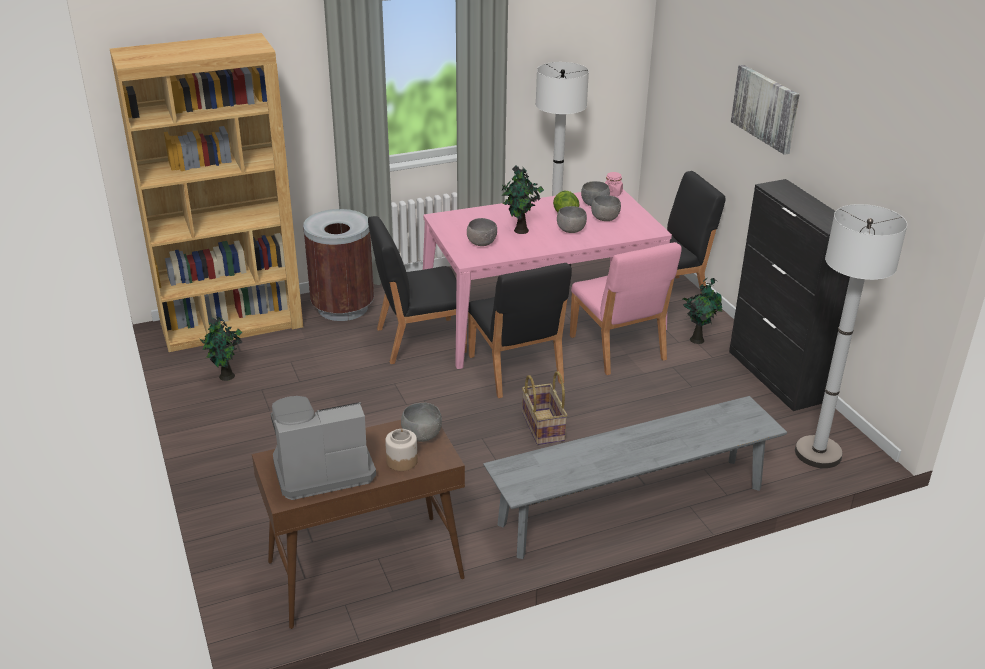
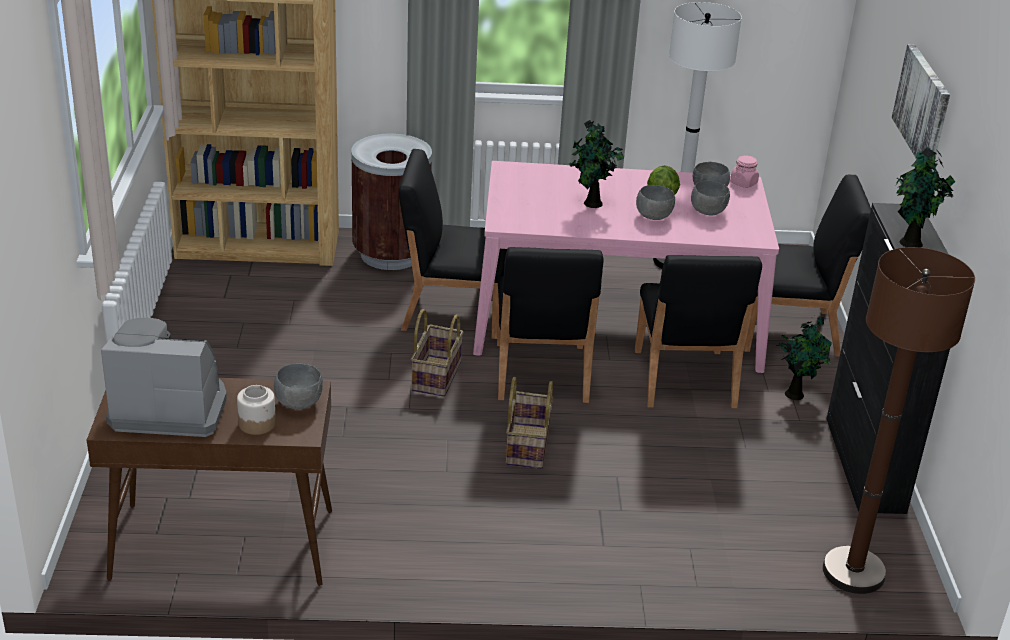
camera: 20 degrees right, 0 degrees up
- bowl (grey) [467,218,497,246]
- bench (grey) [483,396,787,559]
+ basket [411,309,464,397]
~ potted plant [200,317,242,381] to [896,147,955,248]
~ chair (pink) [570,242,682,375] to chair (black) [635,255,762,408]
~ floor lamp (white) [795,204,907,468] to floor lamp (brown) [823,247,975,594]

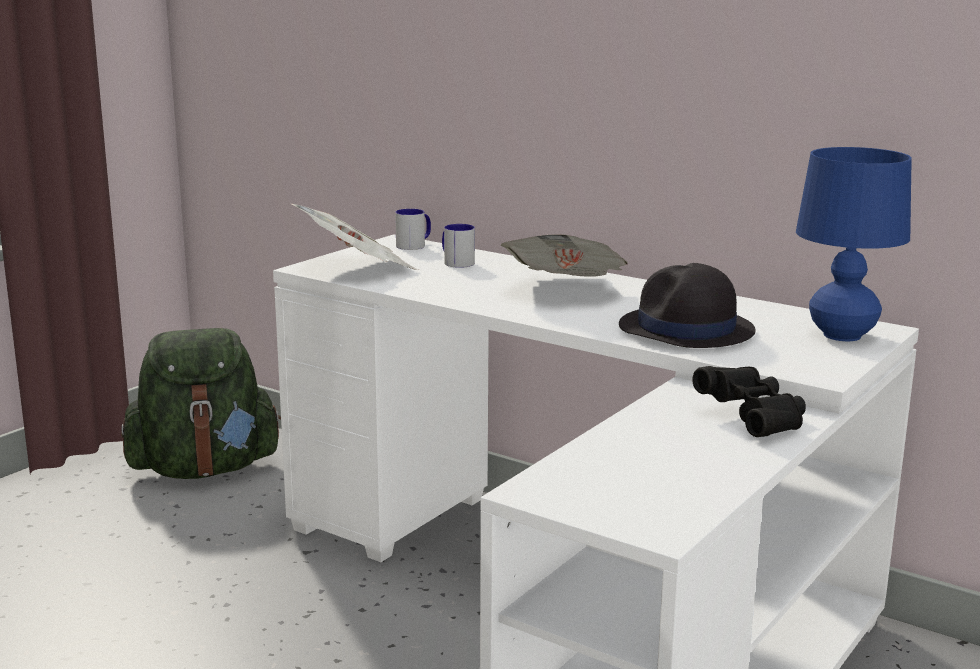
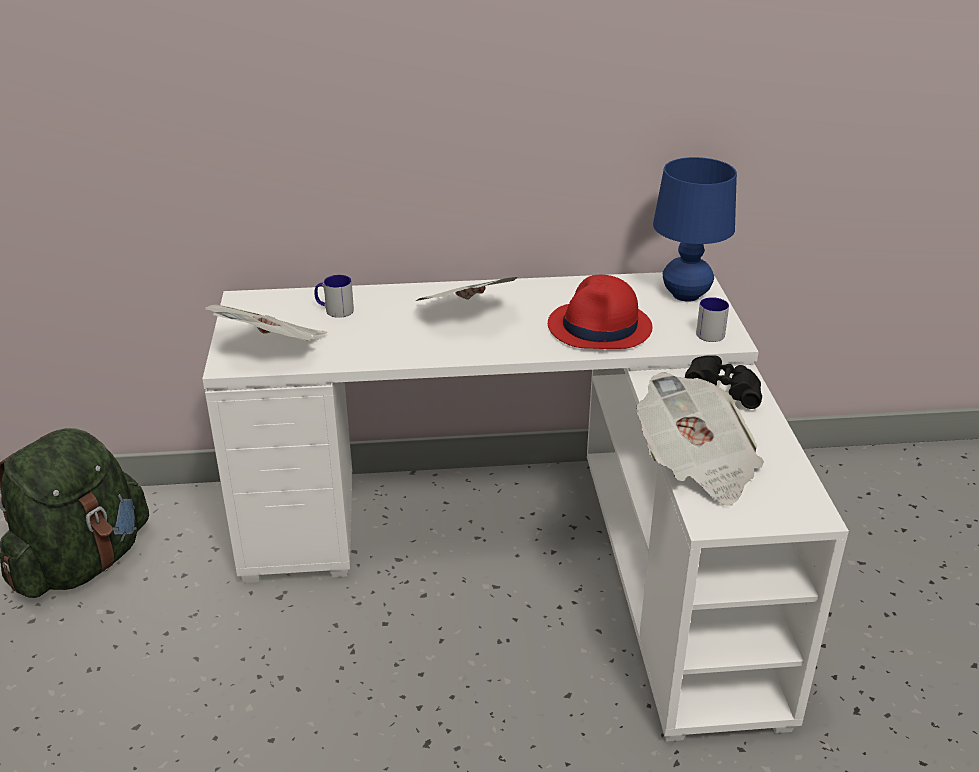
camera: 40 degrees left, 15 degrees up
+ newspaper [636,372,764,506]
~ mug [395,209,431,250] to [696,297,729,342]
~ hat (black) [619,263,756,348] to hat (red) [548,275,653,349]

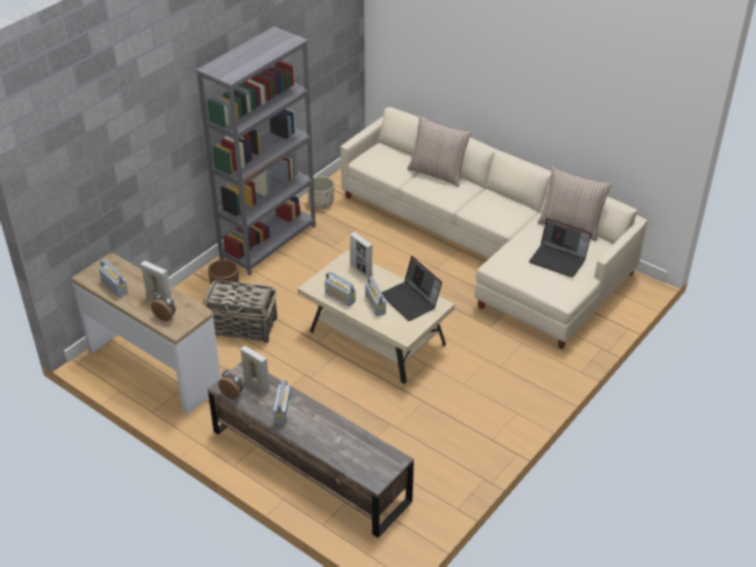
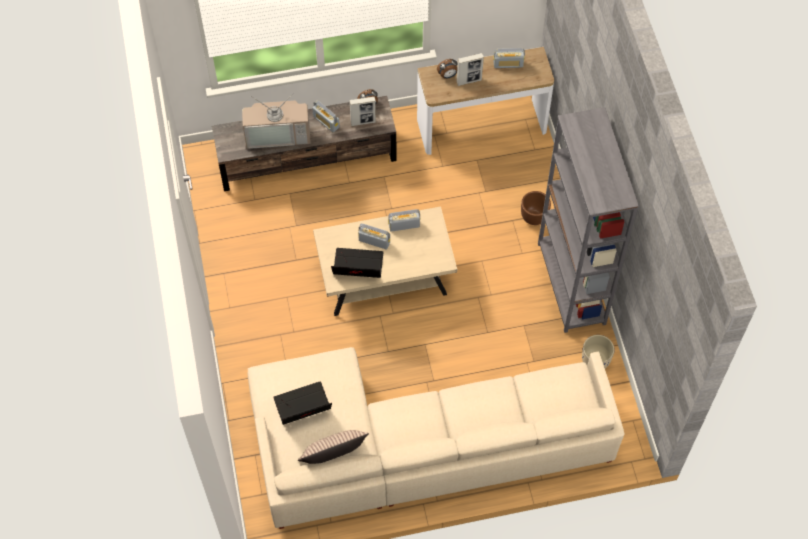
camera: 130 degrees right, 20 degrees up
- basket [202,280,277,343]
- picture frame [350,232,373,278]
- pillow [407,115,472,187]
+ television [242,93,311,149]

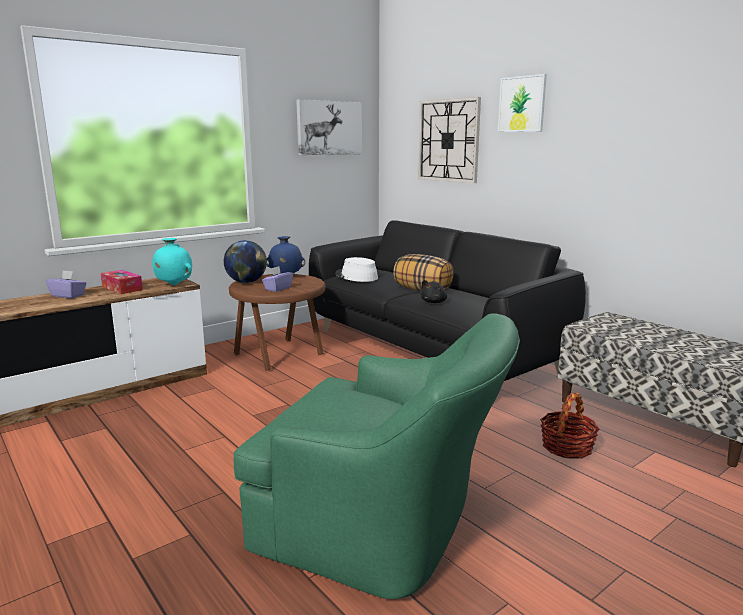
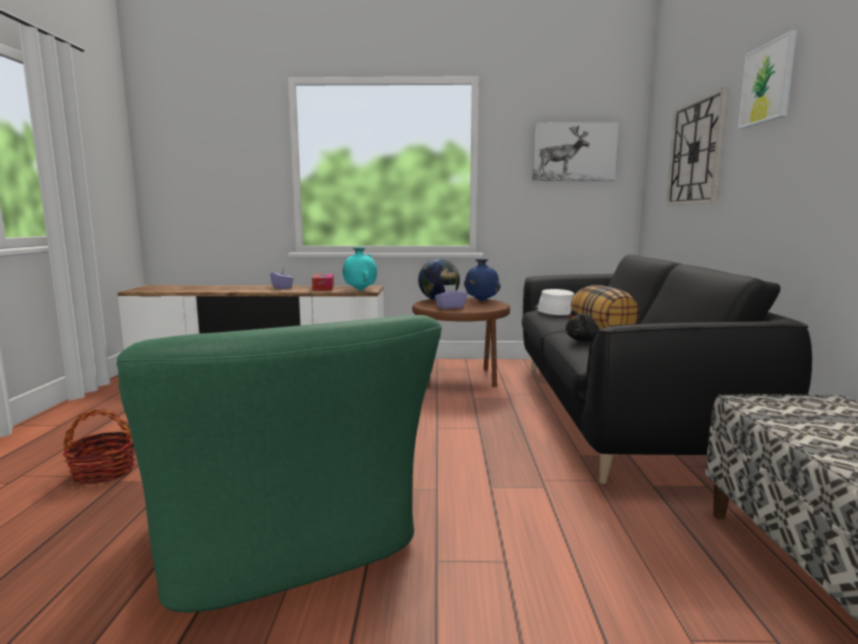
camera: 40 degrees right, 5 degrees down
~ basket [540,392,600,459] to [63,409,135,484]

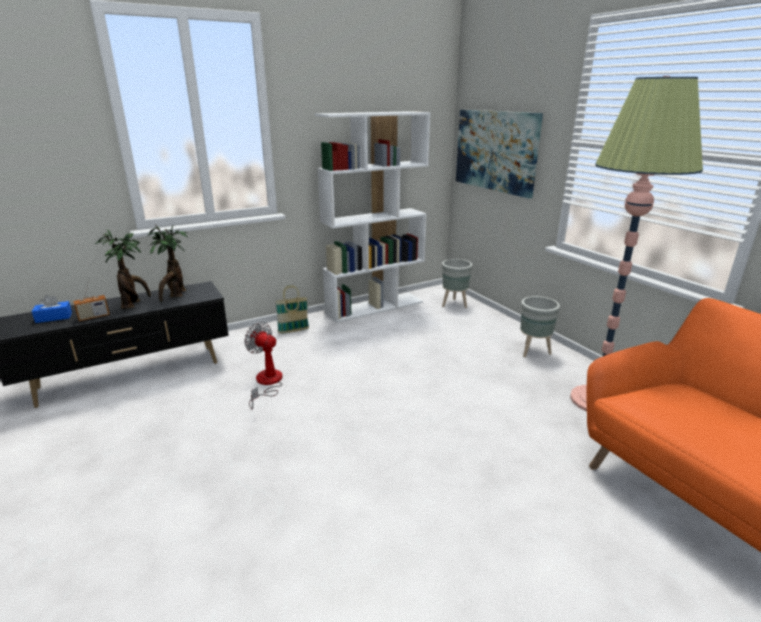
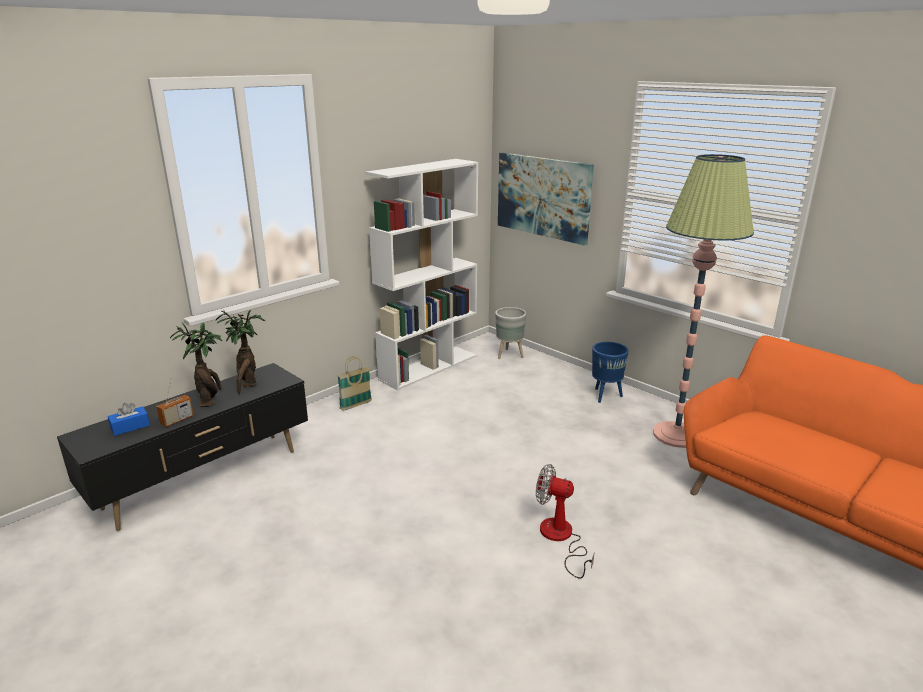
camera: 15 degrees left, 0 degrees up
~ fan [244,322,283,409] to [536,464,595,579]
~ planter (grey) [520,296,560,357] to planter (blue) [592,342,629,403]

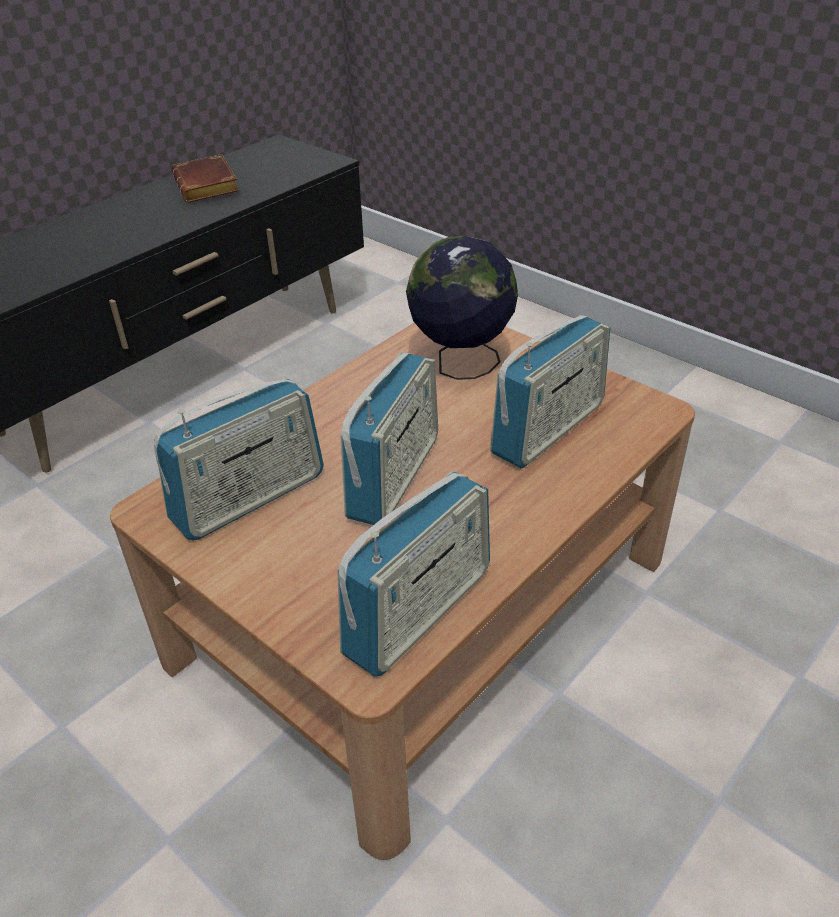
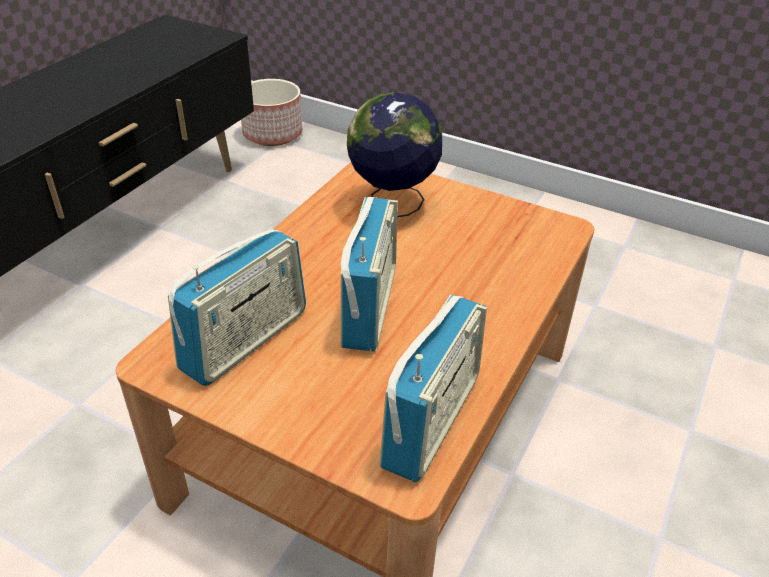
camera: 15 degrees left, 0 degrees up
- book (brown) [171,154,239,202]
- radio [490,315,610,468]
+ planter [241,79,302,146]

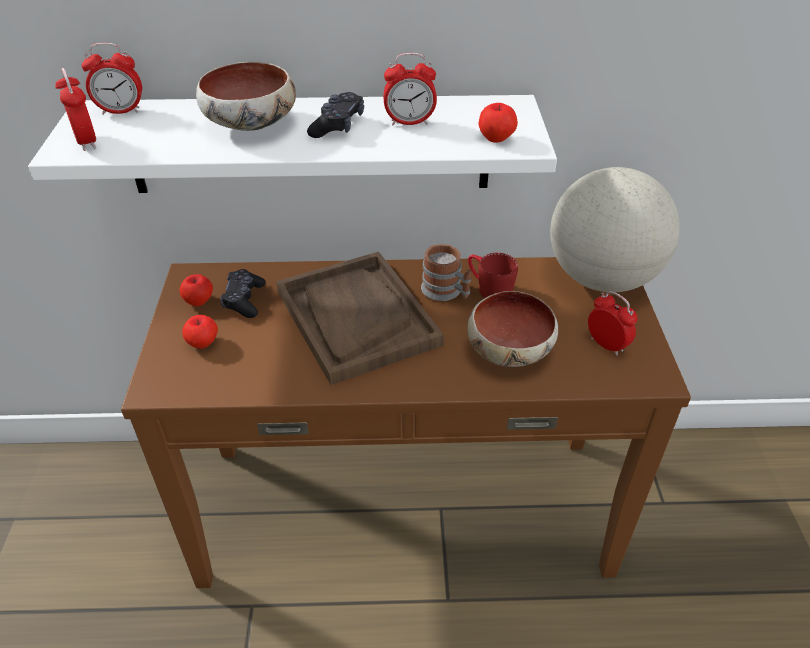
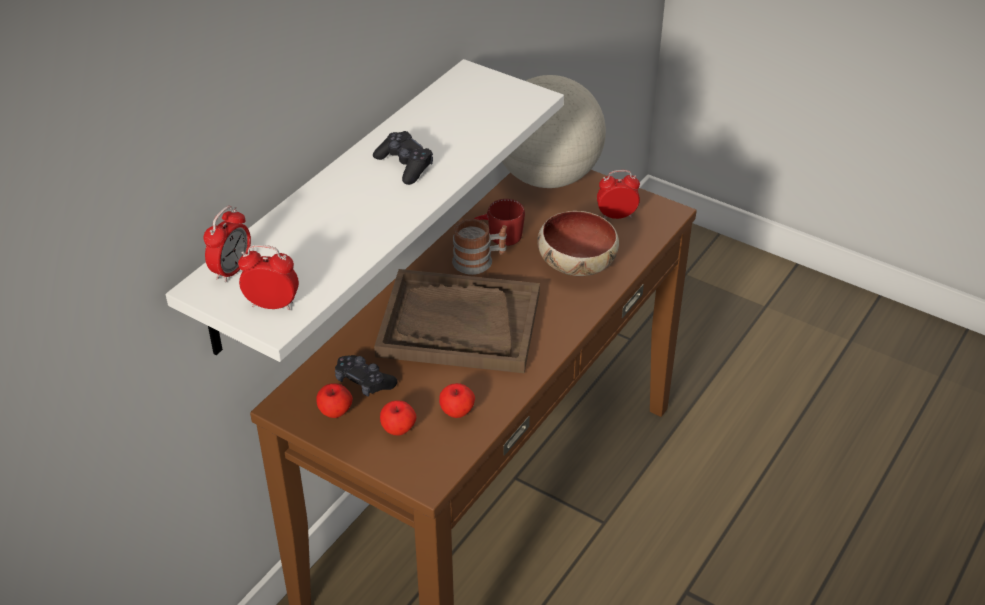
camera: 55 degrees left, 0 degrees up
- bowl [196,62,296,131]
- alarm clock [383,53,437,125]
~ apple [479,103,518,143] to [439,383,475,418]

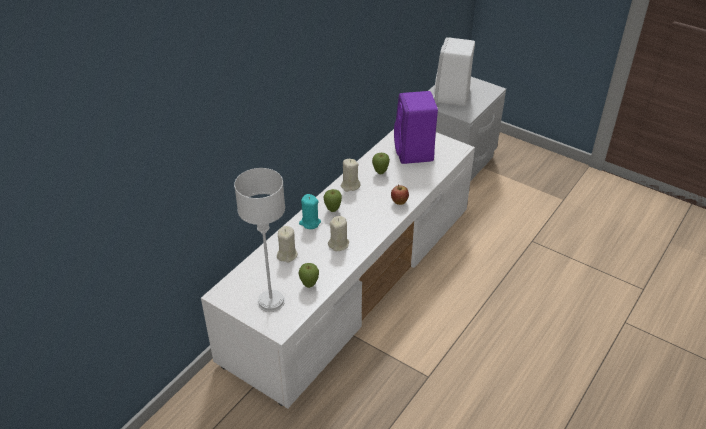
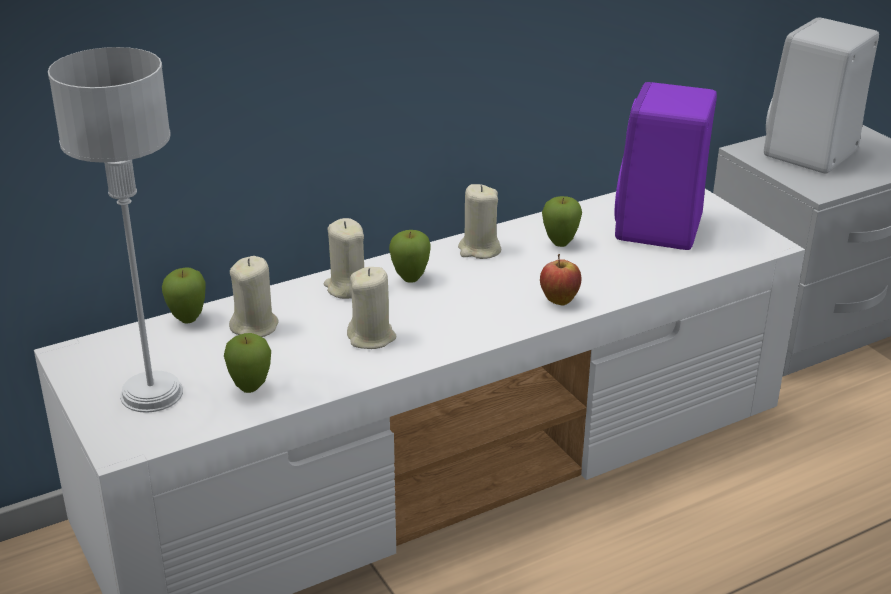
camera: 25 degrees right, 10 degrees down
+ apple [162,268,206,324]
~ candle (turquoise) [299,194,321,229] to candle (beige) [324,218,364,299]

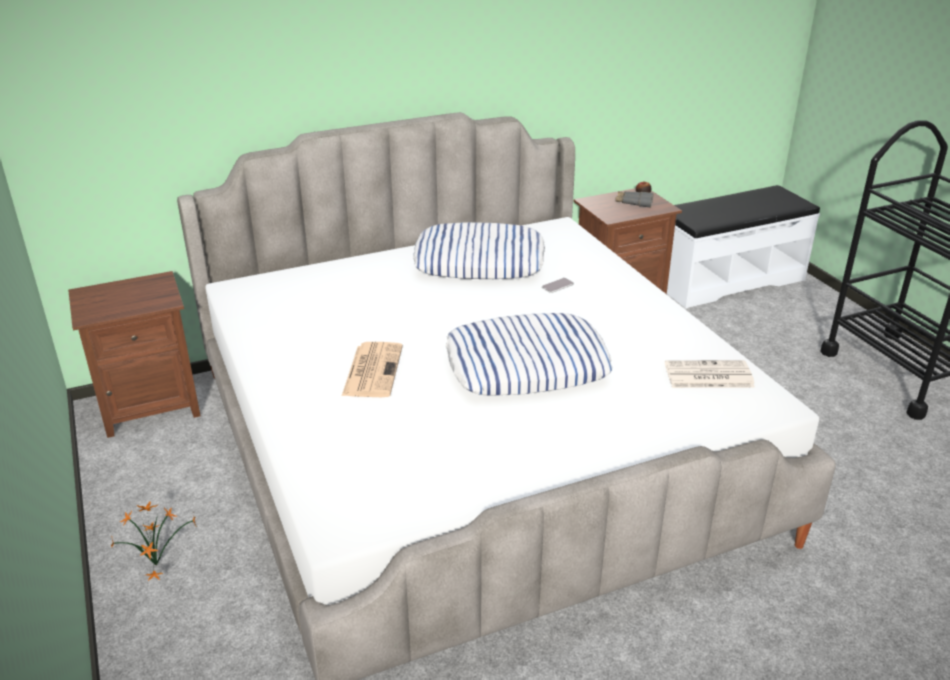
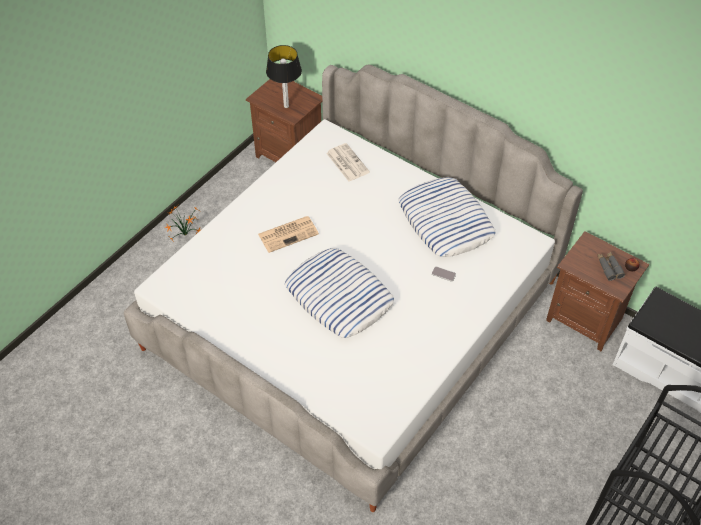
camera: 60 degrees right, 20 degrees up
+ table lamp [266,45,302,108]
~ newspaper [665,360,755,388] to [326,143,370,181]

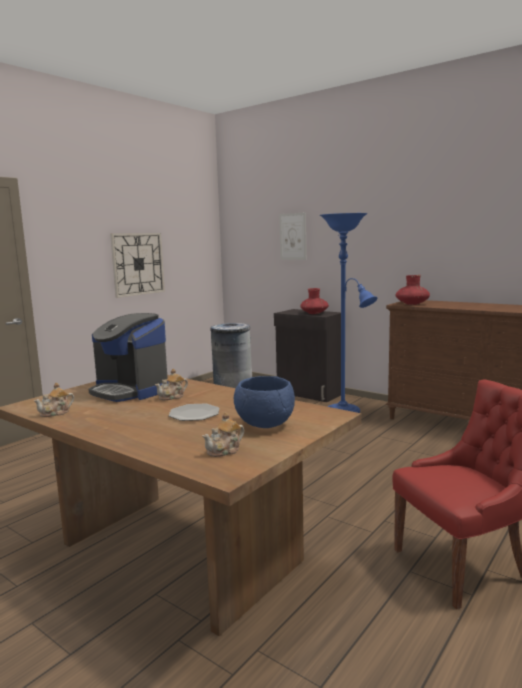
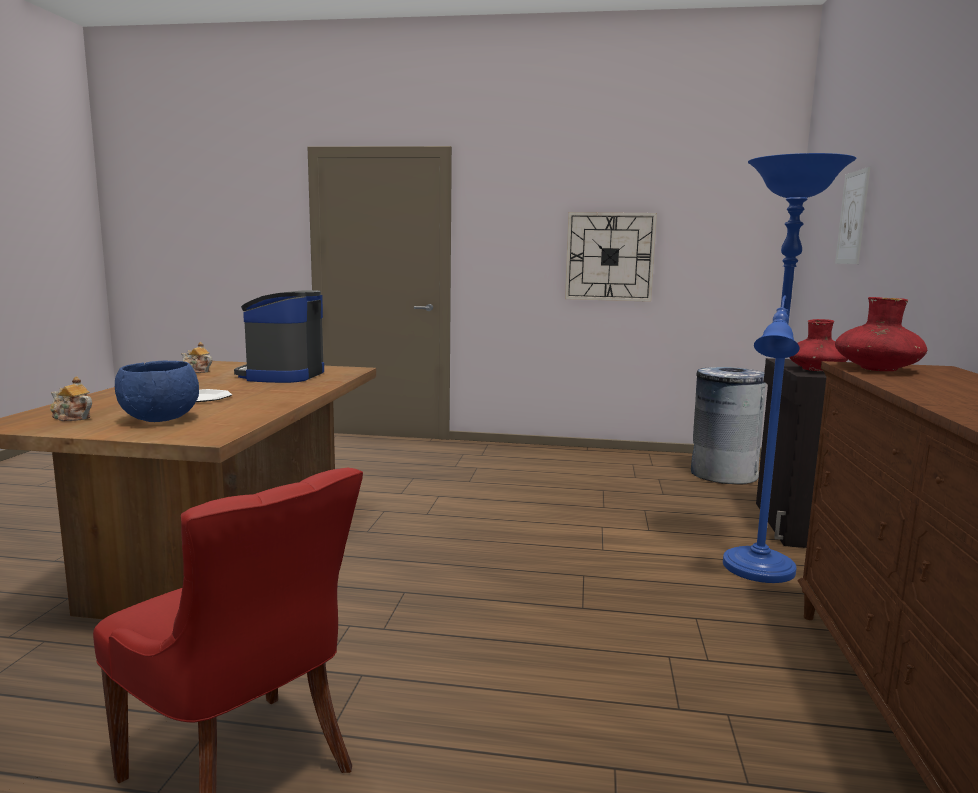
camera: 60 degrees right, 0 degrees up
- teapot [155,369,188,400]

